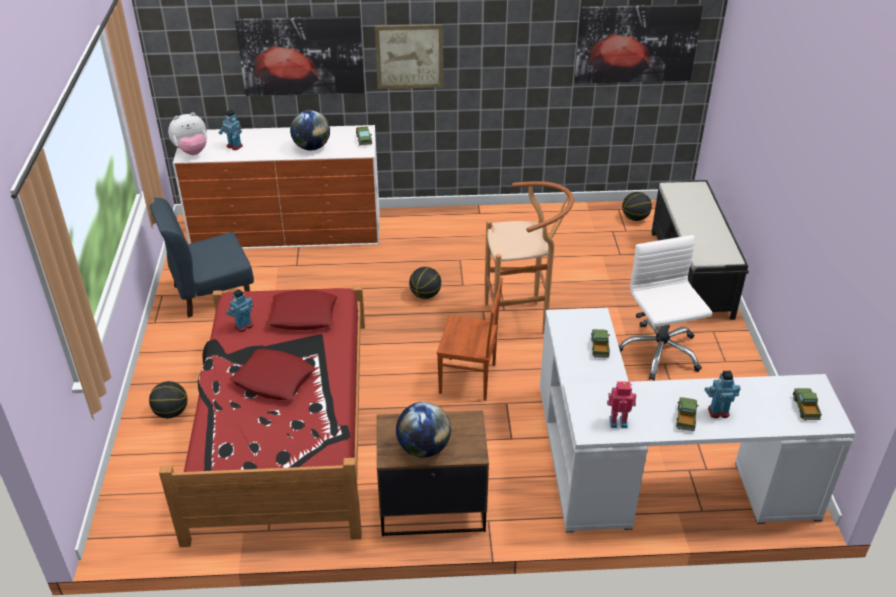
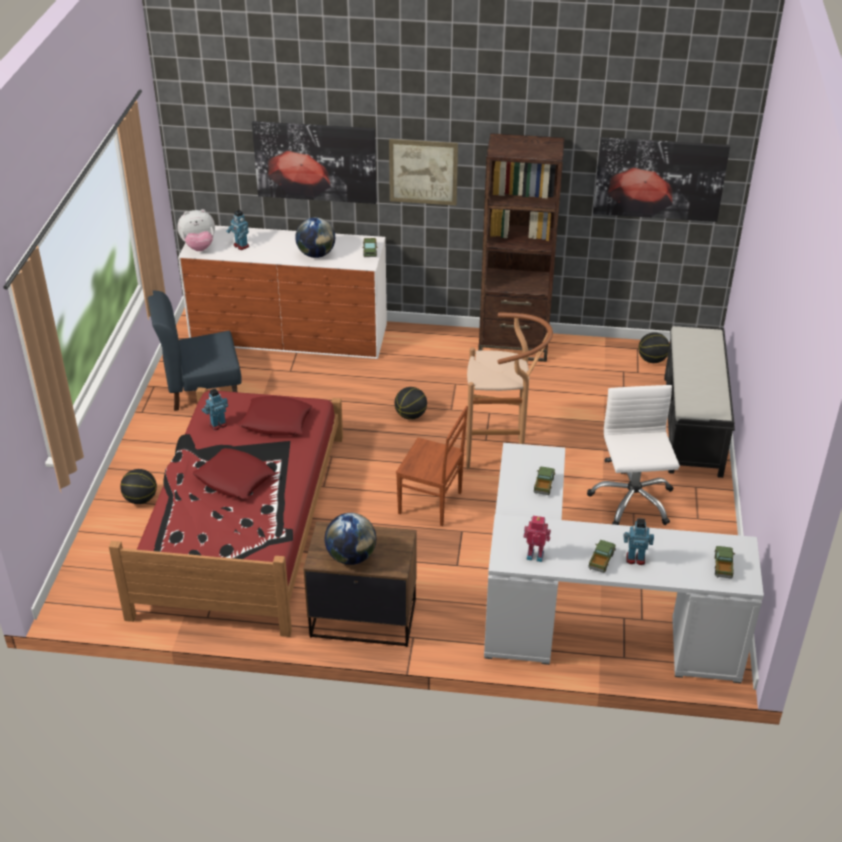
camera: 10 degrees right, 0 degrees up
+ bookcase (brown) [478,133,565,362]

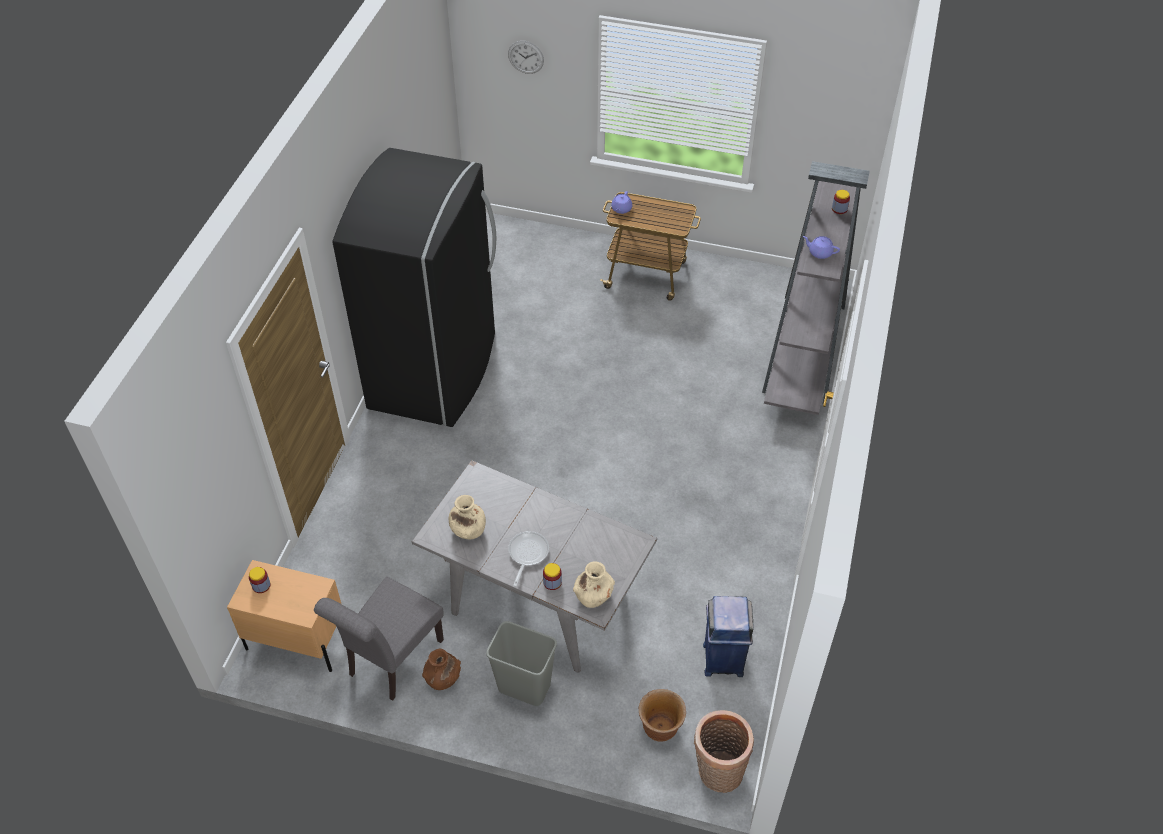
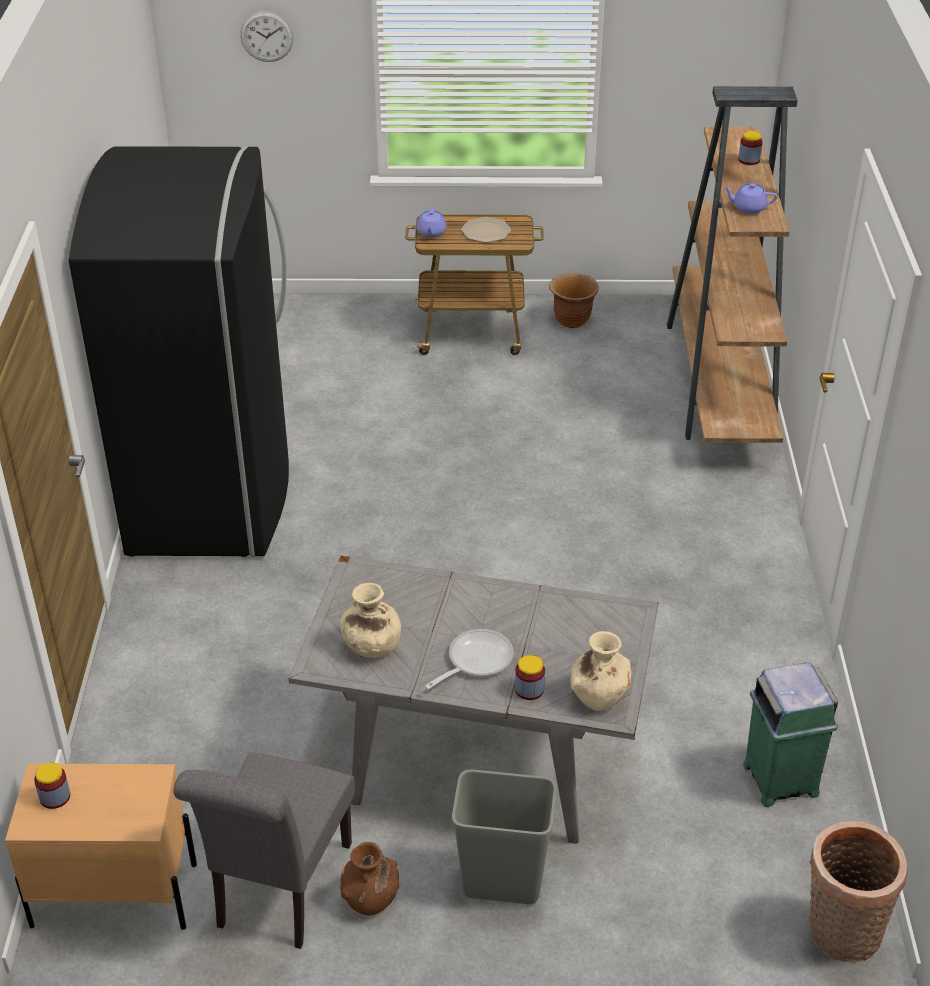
camera: 15 degrees left, 10 degrees down
+ plate [461,217,511,243]
~ planter (brown) [638,689,686,742] to [549,273,599,328]
~ trash can (blue) [703,596,754,677] to trash can (green) [743,662,838,807]
~ bookcase (grey) [762,161,870,415] to bookcase (brown) [667,86,798,443]
~ frying pan [508,531,549,587] = [425,629,514,689] 45 degrees clockwise

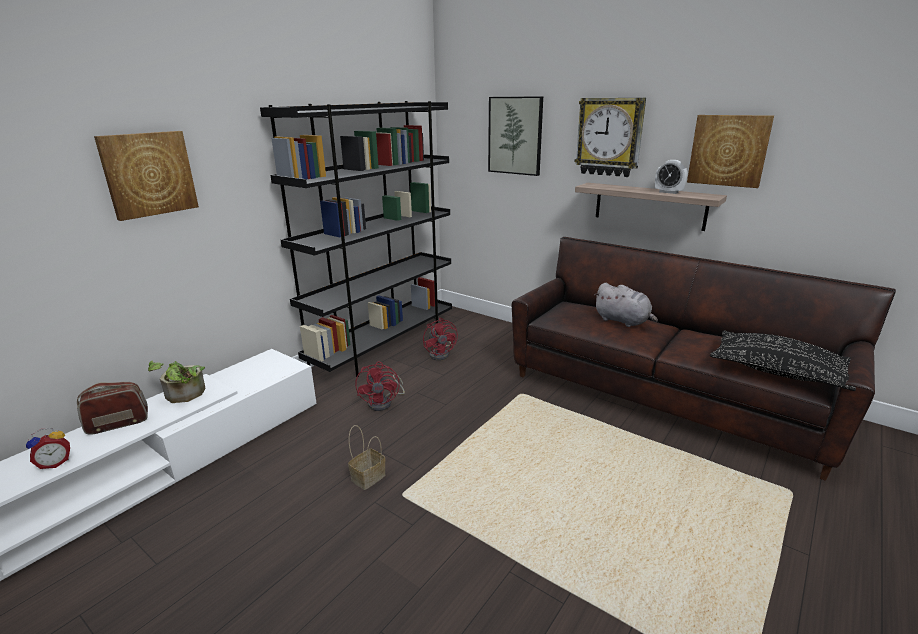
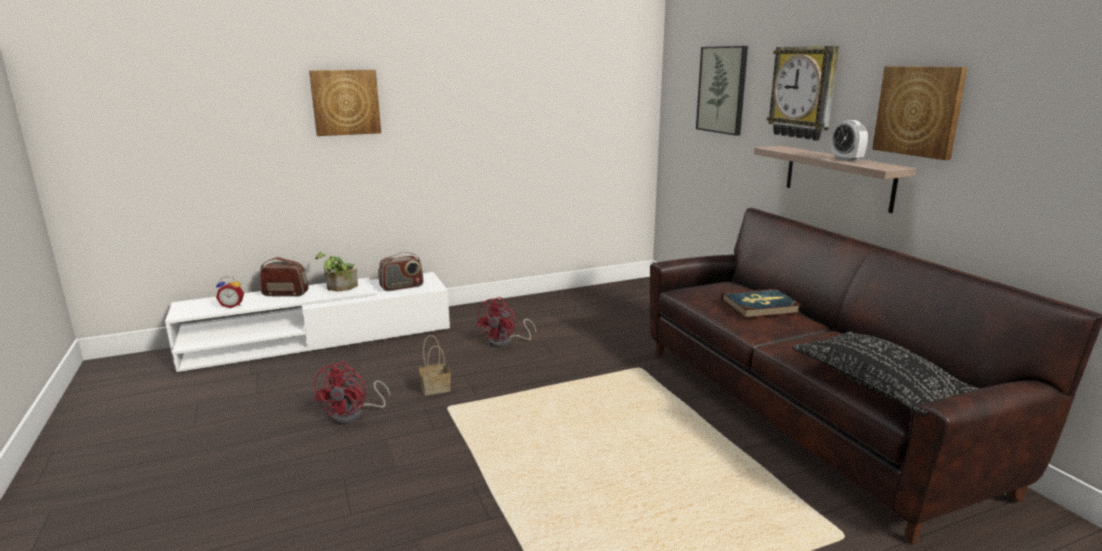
camera: 30 degrees right, 5 degrees down
- bookcase (black) [260,101,452,377]
+ radio [379,252,423,291]
~ fan (red) [423,318,458,361] to [313,361,390,424]
~ plush toy (grey) [594,283,658,327] to book [721,288,802,318]

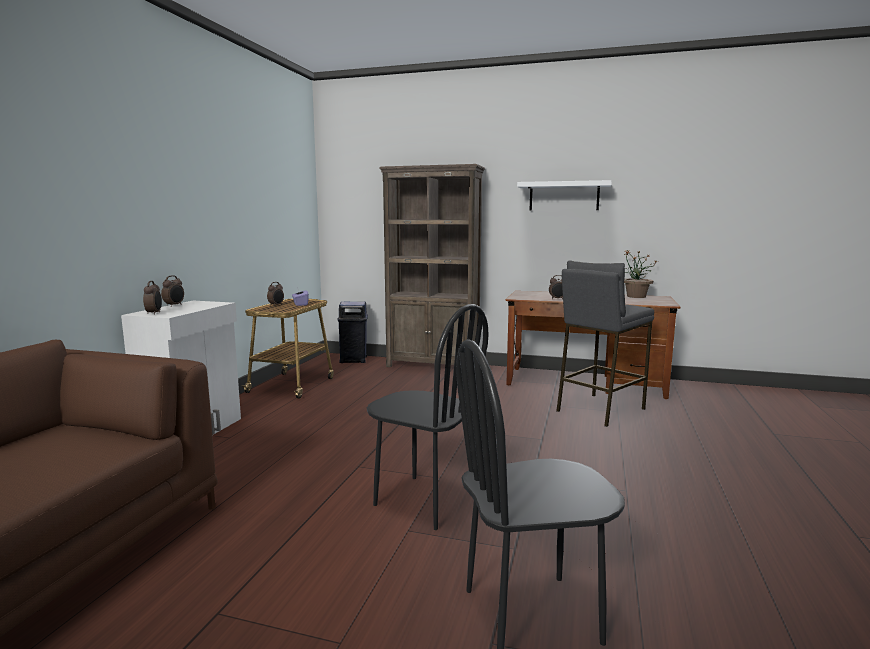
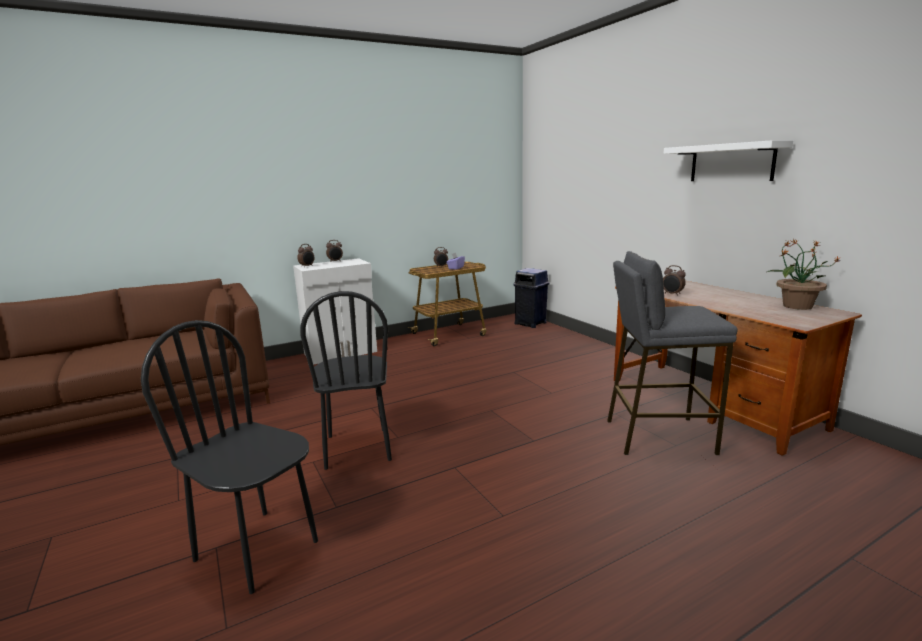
camera: 45 degrees right, 5 degrees up
- bookcase (brown) [379,164,485,367]

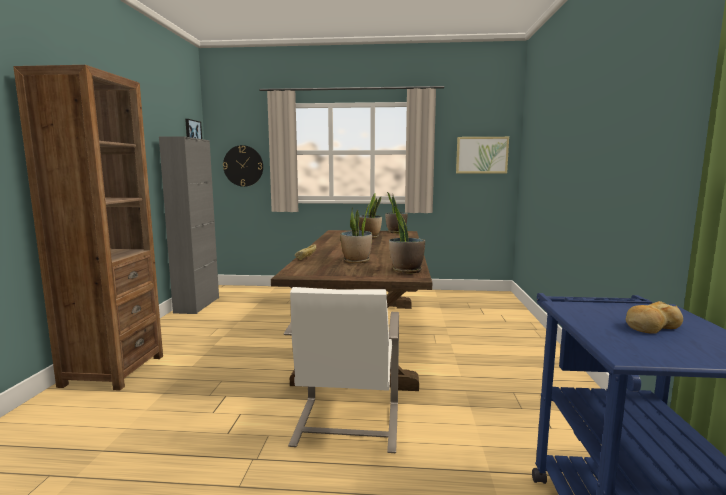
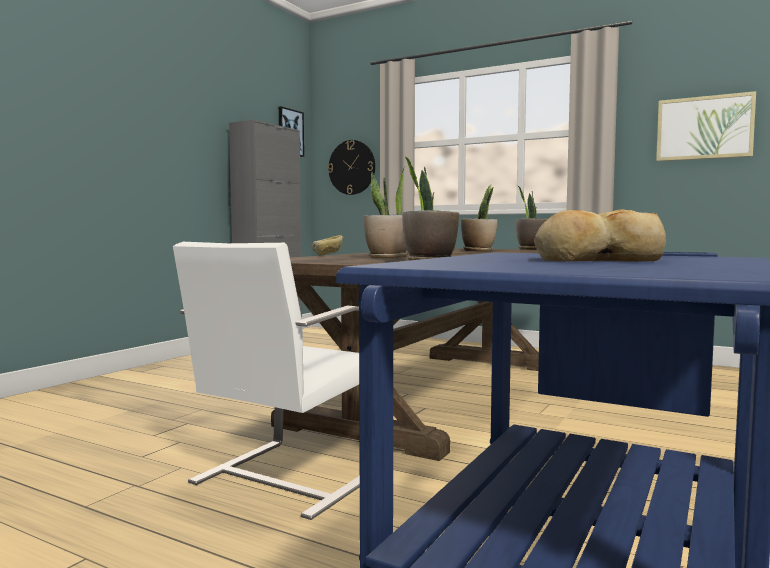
camera: 25 degrees right, 5 degrees down
- bookcase (brown) [13,65,163,390]

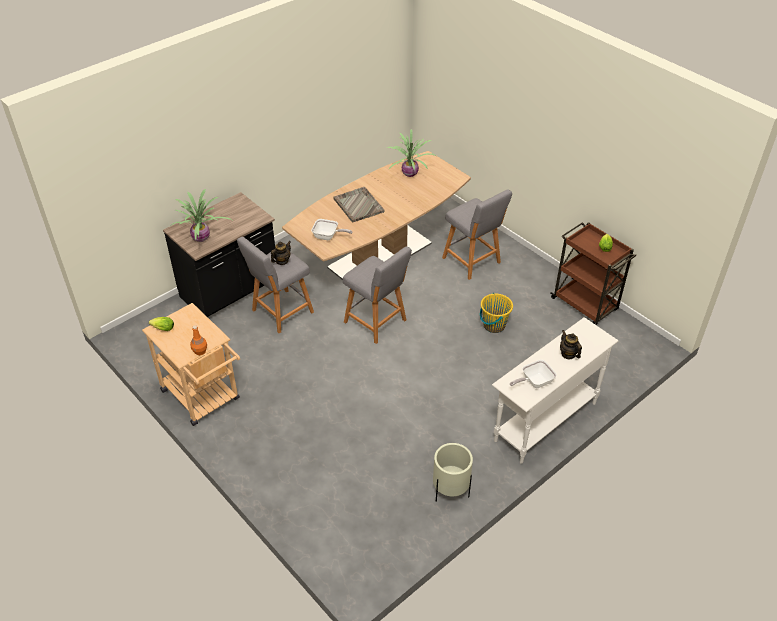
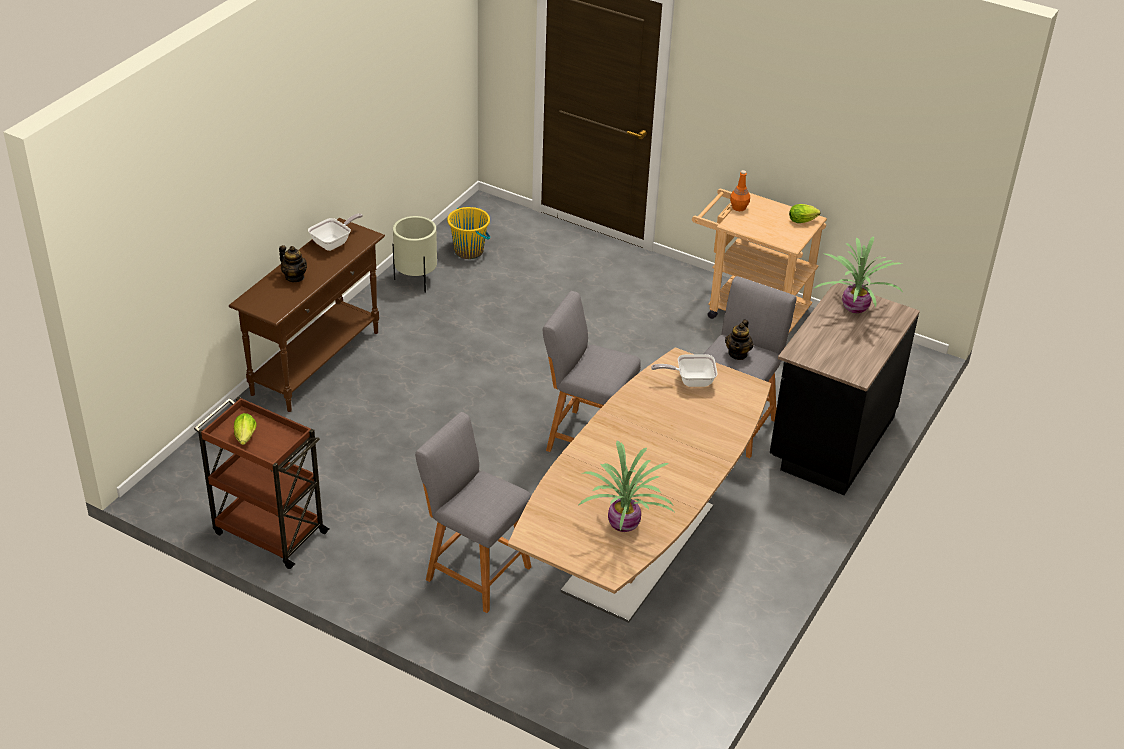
camera: 160 degrees right, 5 degrees down
- tray (grey) [333,187,384,222]
~ bucket (yellow) [480,293,513,333] to [447,207,490,259]
~ console table (white) [492,317,618,464] to console table (brown) [229,218,385,412]

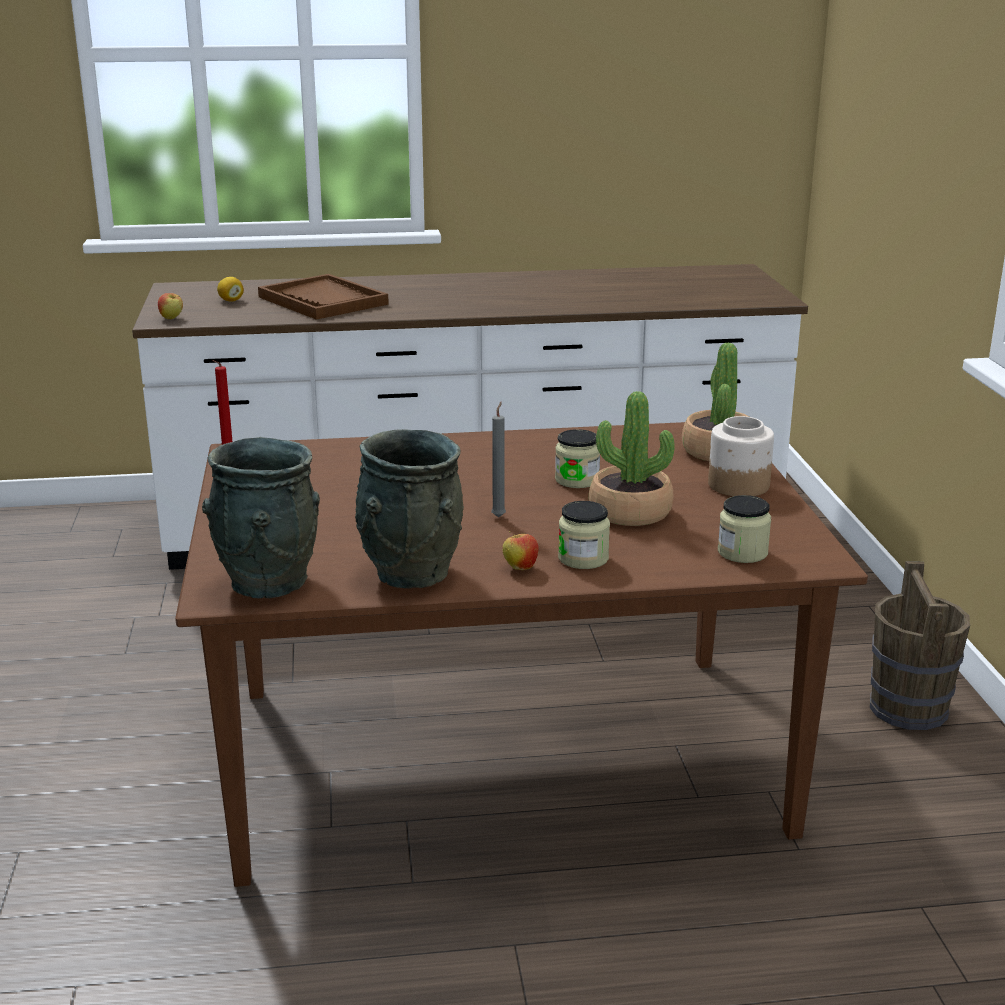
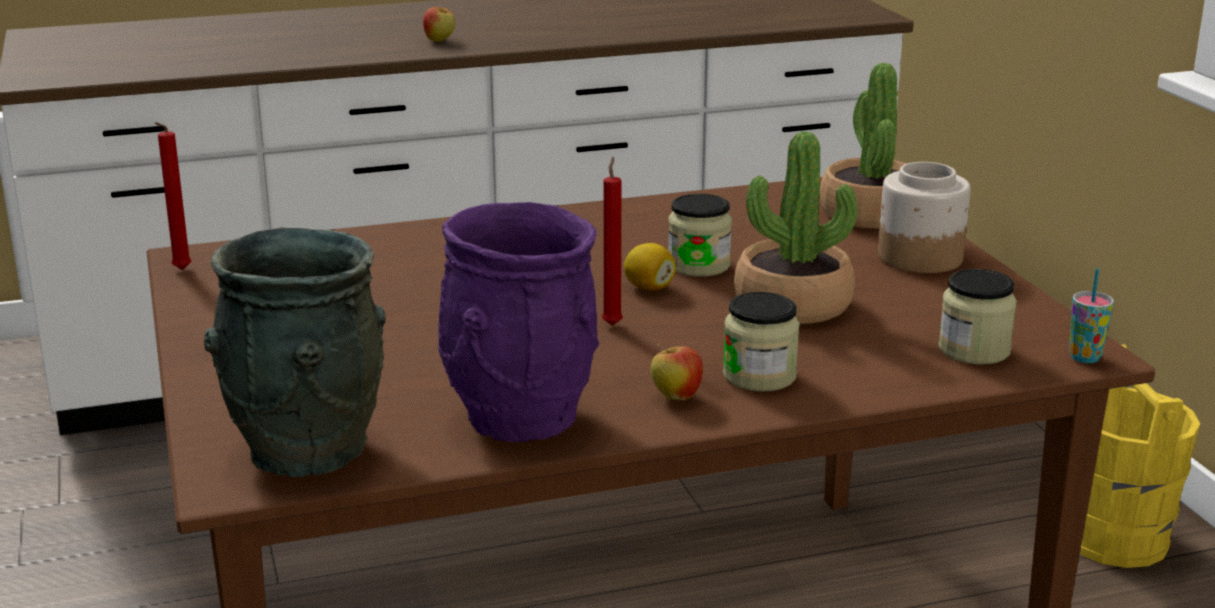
camera: 10 degrees left, 0 degrees up
- tray (brown) [258,274,389,320]
+ cup [1069,268,1114,363]
~ apple [158,293,183,319] to [423,7,456,42]
~ lemon [217,277,244,302] to [624,243,676,291]
~ vase (grey) [355,429,464,589] to vase (purple) [438,202,599,442]
~ candle (grey) [491,402,506,517] to candle (red) [602,157,623,326]
~ bucket (brown) [870,561,970,730] to bucket (yellow) [1080,344,1200,568]

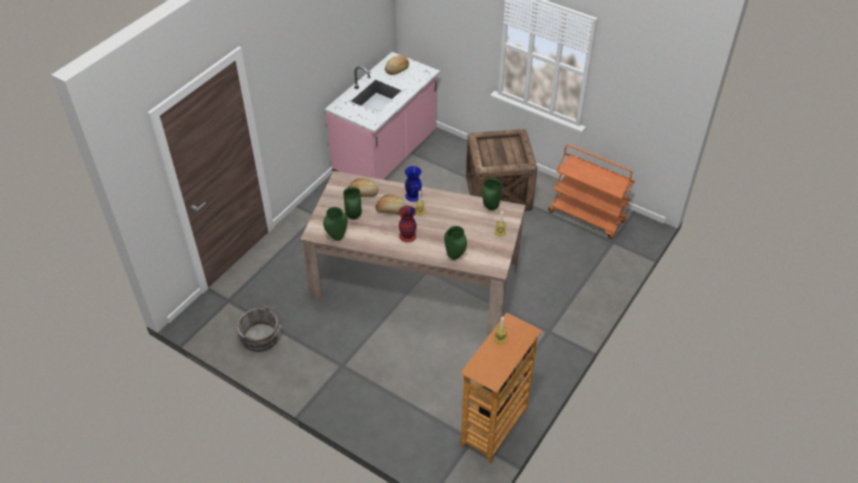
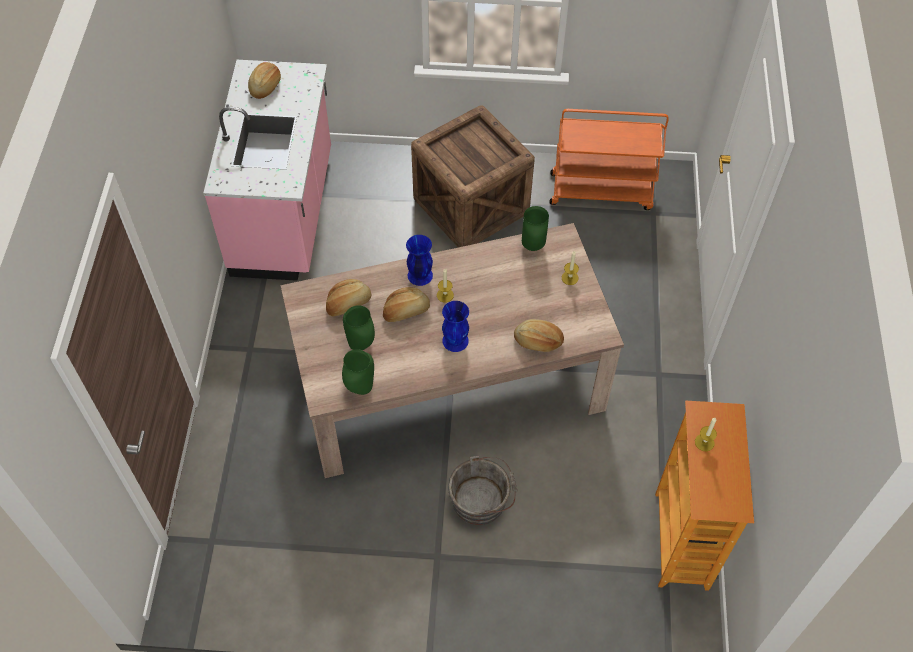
camera: 30 degrees left, 10 degrees up
~ bucket (grey) [236,306,283,352] to [448,456,517,525]
~ vase (green) [444,226,467,260] to bread [514,319,564,352]
~ vase (red) [399,206,416,243] to vase (blue) [442,301,469,352]

